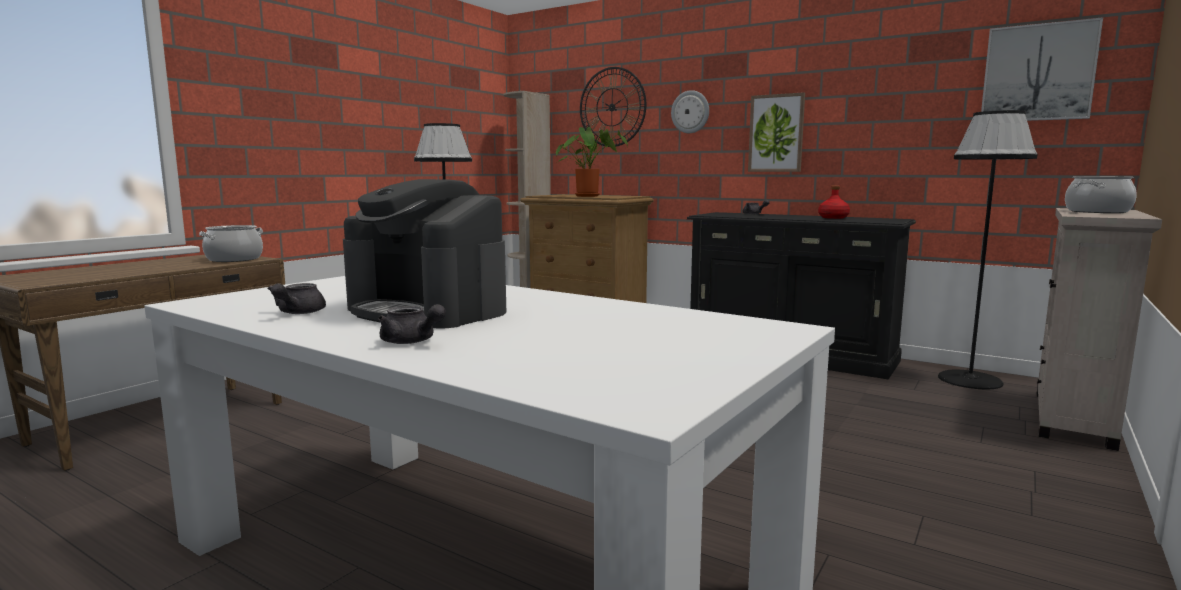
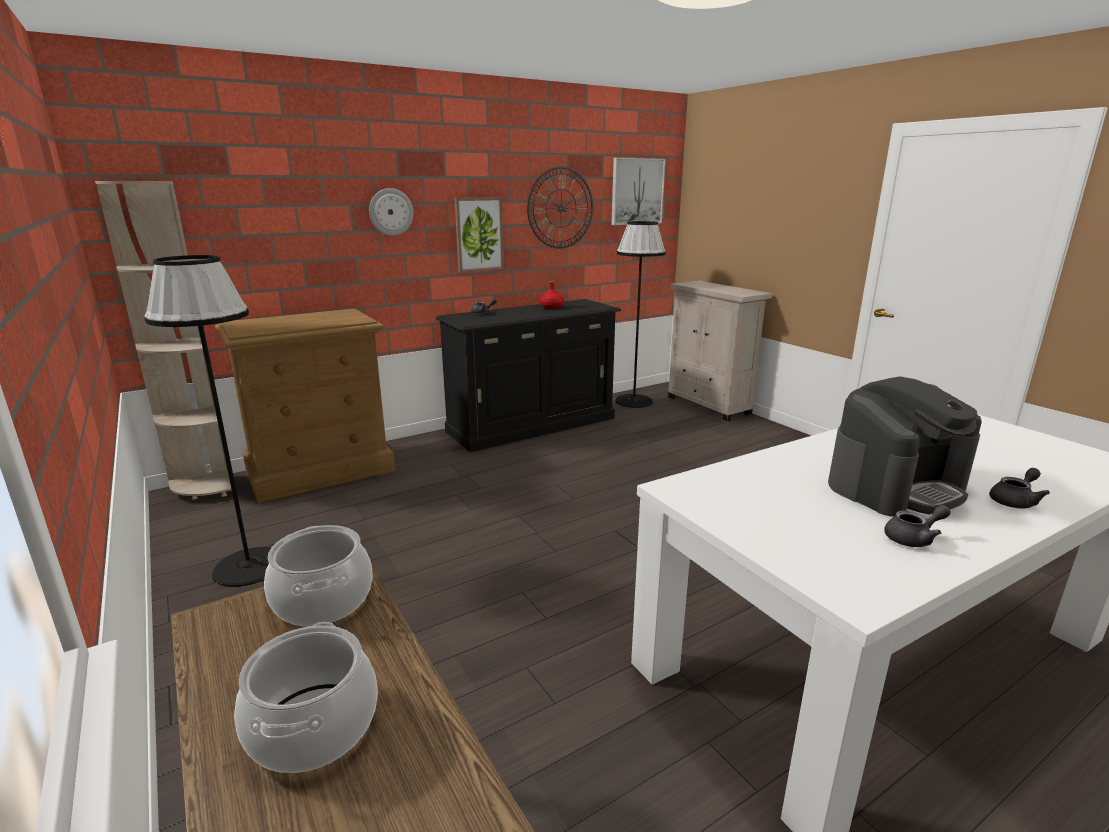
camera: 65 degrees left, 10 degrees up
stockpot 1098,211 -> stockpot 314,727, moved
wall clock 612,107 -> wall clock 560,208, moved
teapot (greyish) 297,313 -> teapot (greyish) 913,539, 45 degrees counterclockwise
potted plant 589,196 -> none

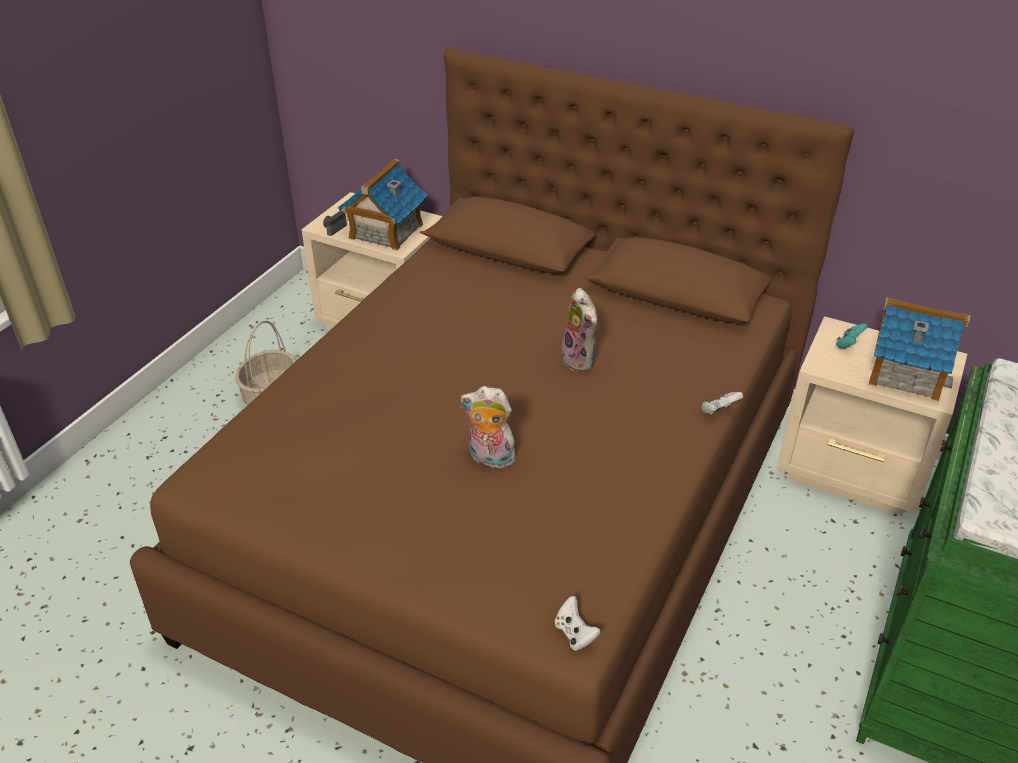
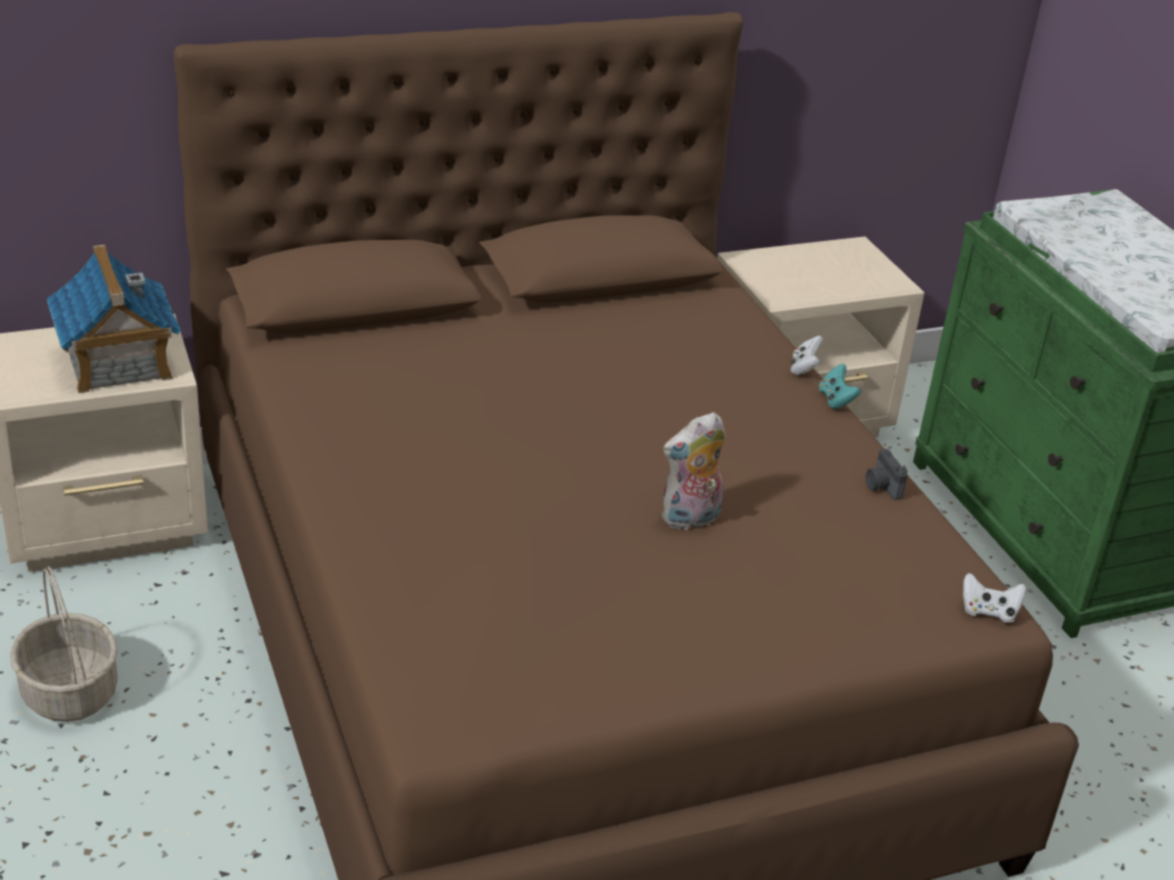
camera: 50 degrees left, 5 degrees down
game controller (turquoise) 848,344 -> game controller (turquoise) 836,400, moved
still camera 334,228 -> still camera 881,486, moved
soft toy 581,360 -> none
model house 906,372 -> none

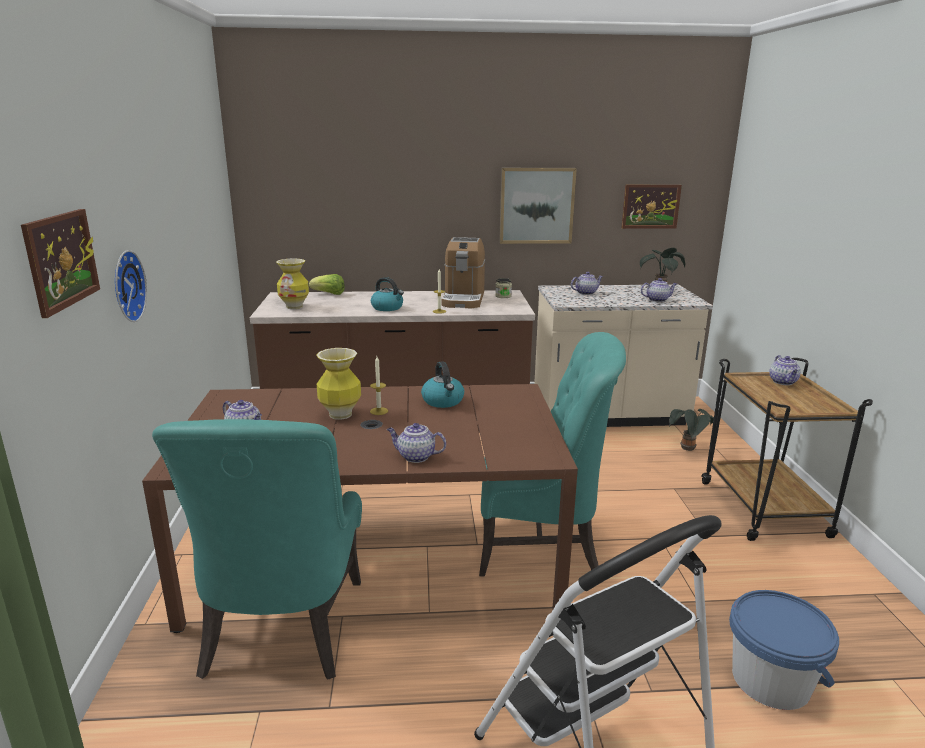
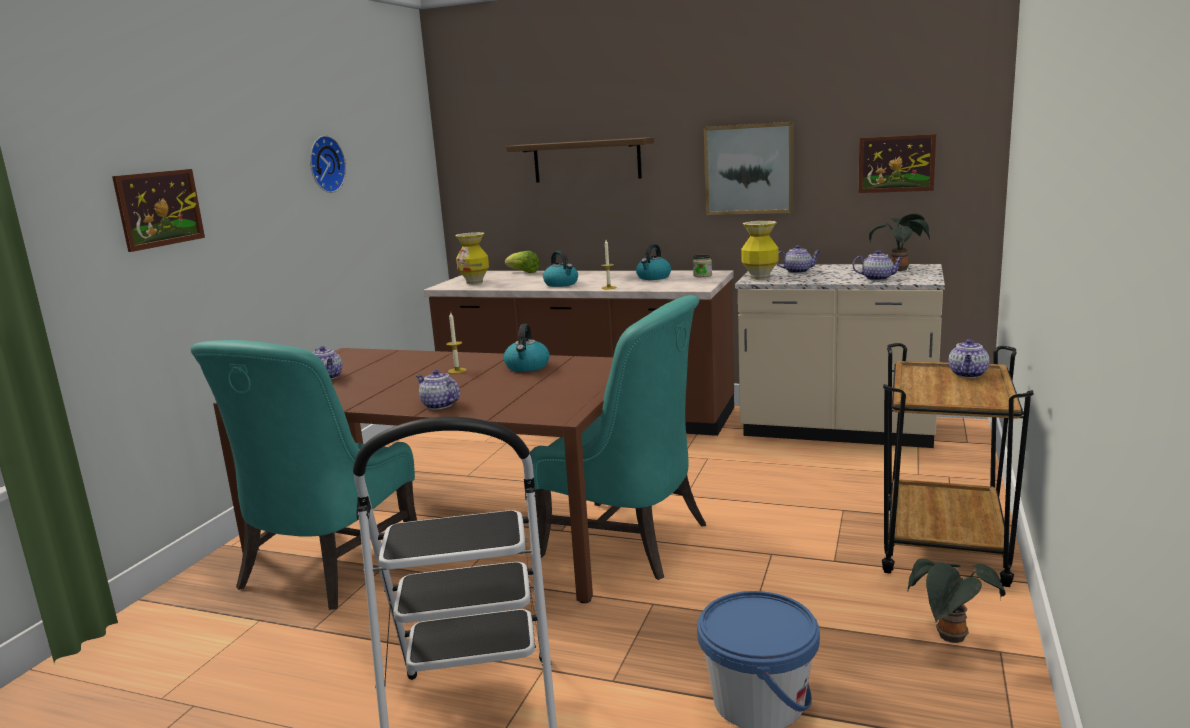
camera: 25 degrees right, 5 degrees down
wall clock 125,286 -> wall clock 324,164, moved
none -> wall shelf 586,160
coffee maker 463,299 -> tea kettle 653,277
decorative vase 340,415 -> decorative vase 759,277, moved
potted plant 688,449 -> potted plant 951,639, moved

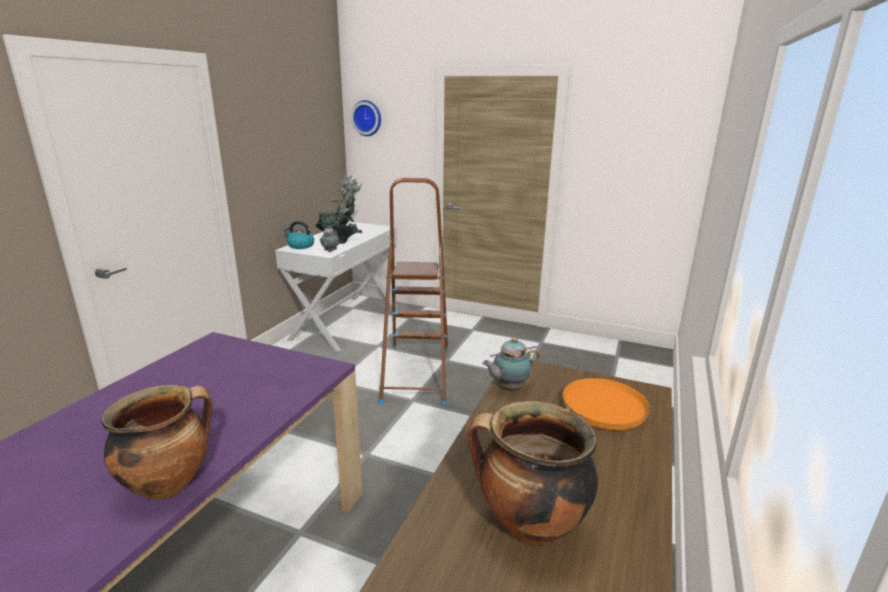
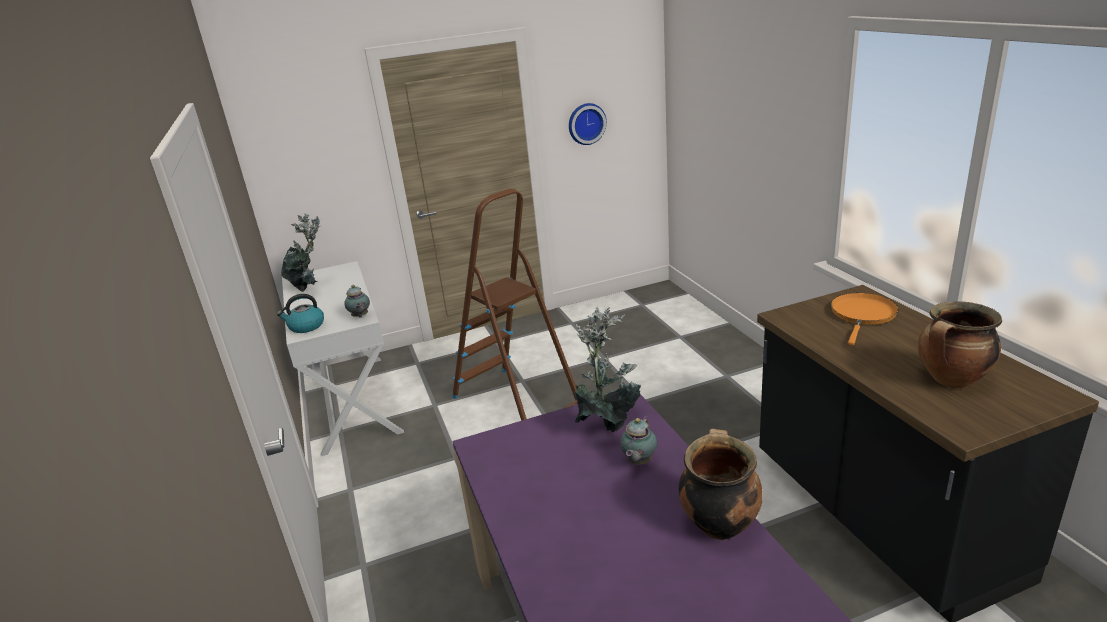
camera: 40 degrees left, 5 degrees up
wall clock 367,118 -> wall clock 586,123, moved
potted plant 341,241 -> potted plant 608,424, moved
teapot 509,387 -> teapot 638,462, moved

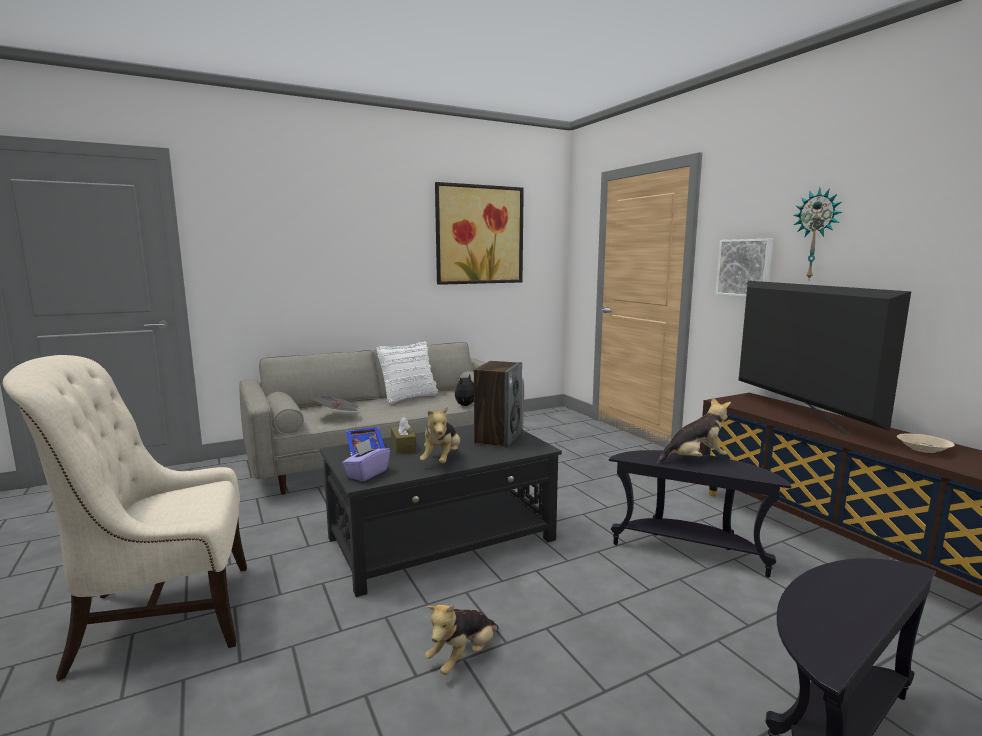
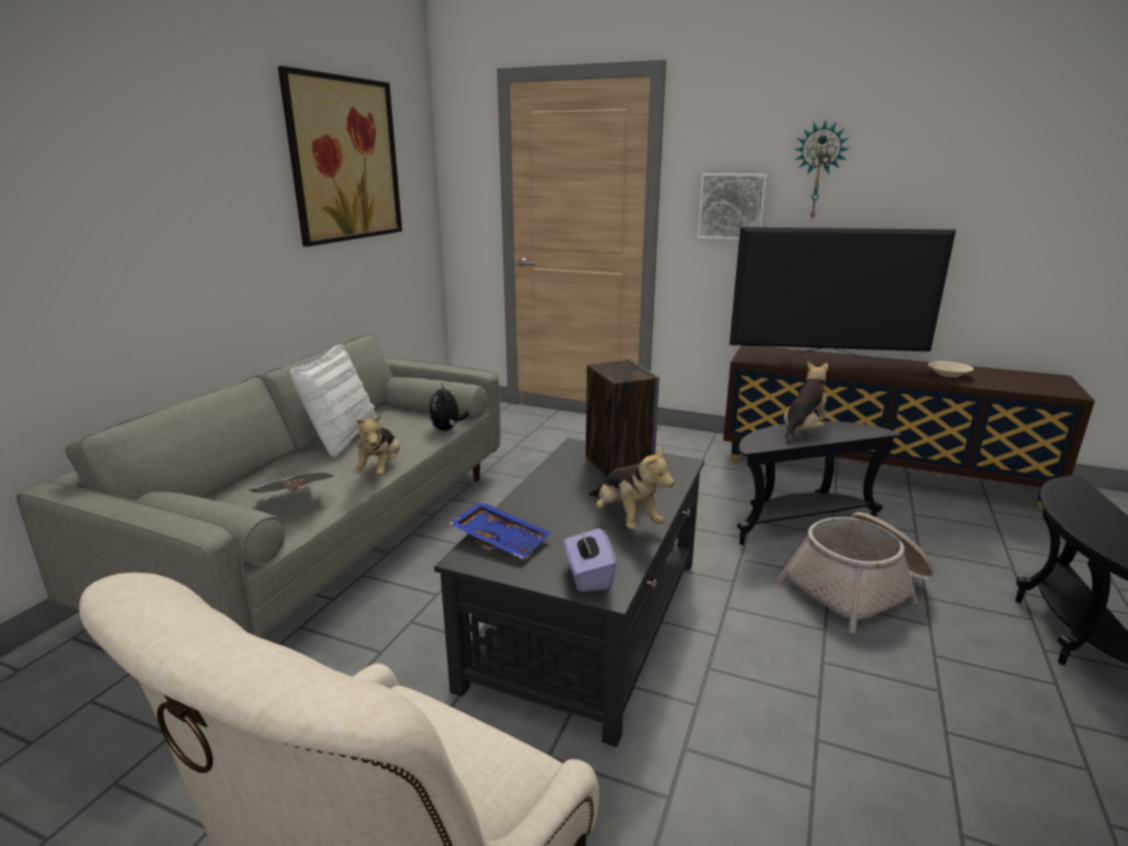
camera: 40 degrees left, 10 degrees up
soft toy 463,657 -> soft toy 380,470, moved
television 798,416 -> television 825,362, 150 degrees clockwise
none -> household basket 857,588
tissue holder (brown-coloured) 403,446 -> none

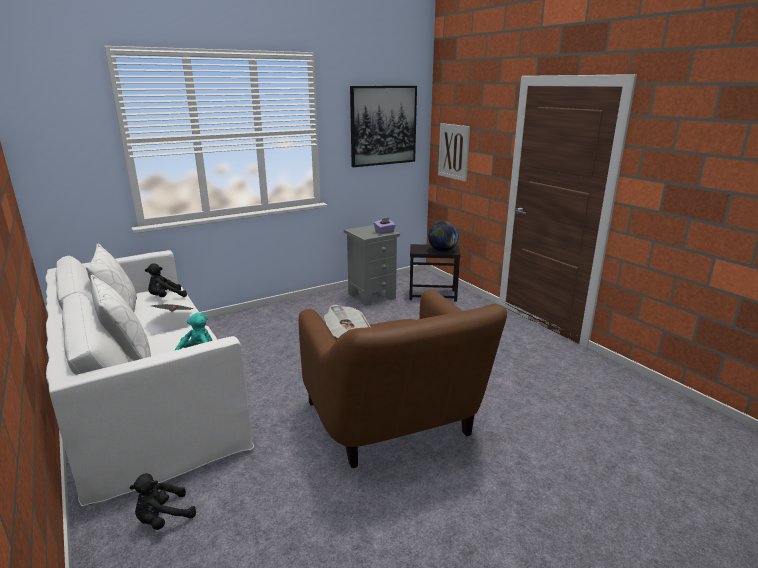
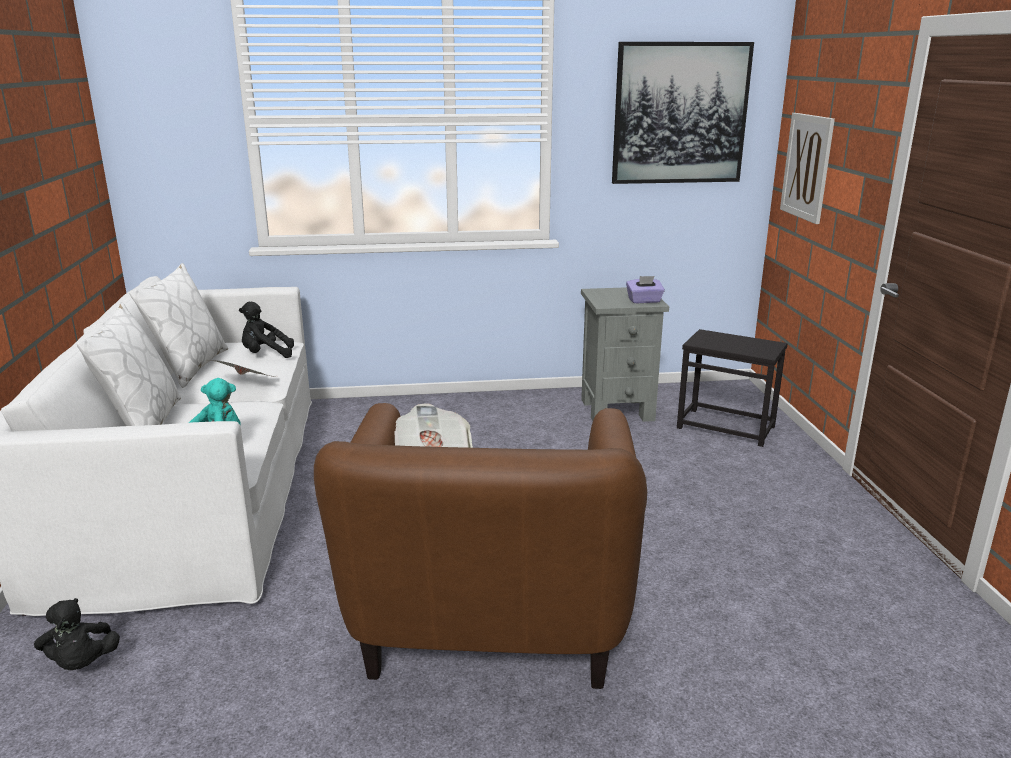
camera: 25 degrees right, 0 degrees up
soft toy (black) 163,518 -> soft toy (black) 82,664, 105 degrees counterclockwise
globe 442,250 -> none

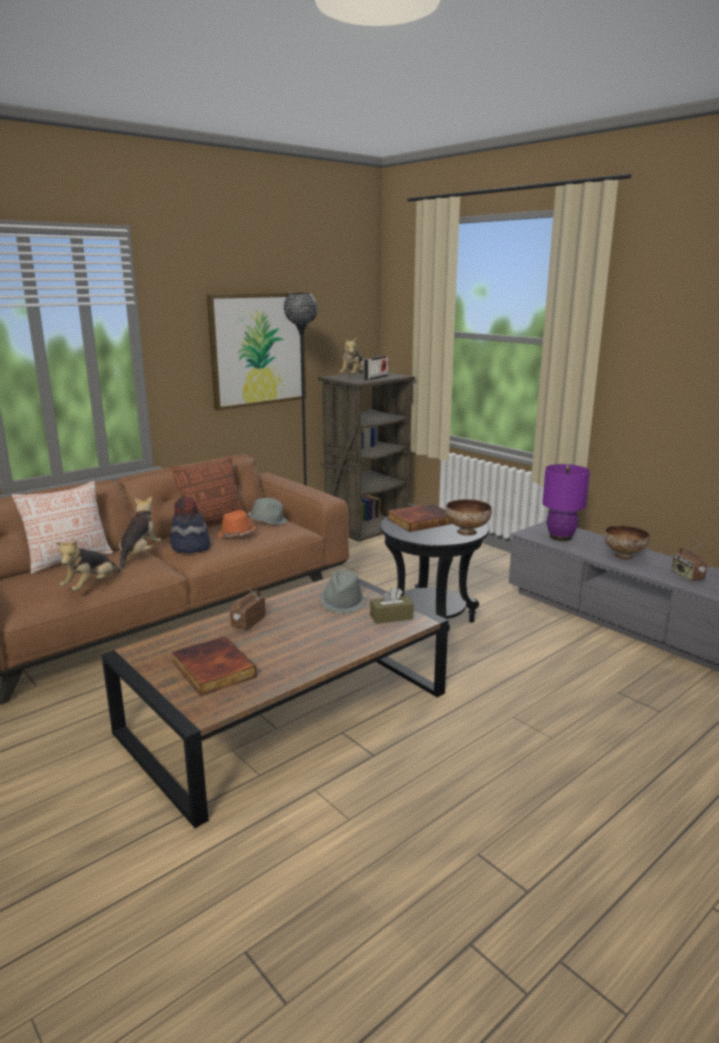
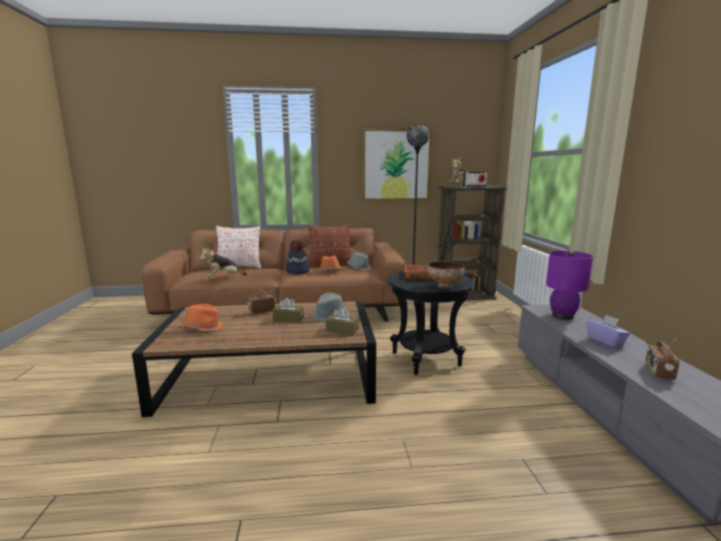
camera: 35 degrees right, 5 degrees down
book 212,669 -> clothing hat (orange) 203,327
none -> tissue holder (brown-coloured) 288,319
bowl 623,556 -> tissue holder (purple) 606,341
soft toy 140,554 -> none

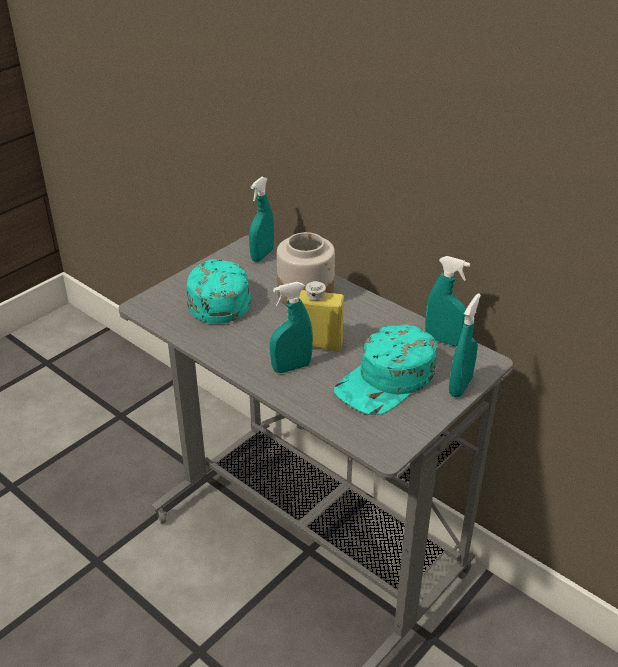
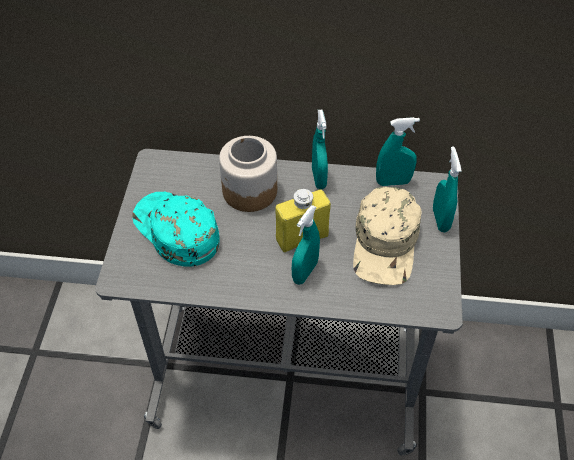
camera: 35 degrees left, 15 degrees up
sprayer (turquoise) 262,255 -> sprayer (turquoise) 318,178, moved
cap (turquoise) 387,380 -> cap (sand-coloured) 386,243

